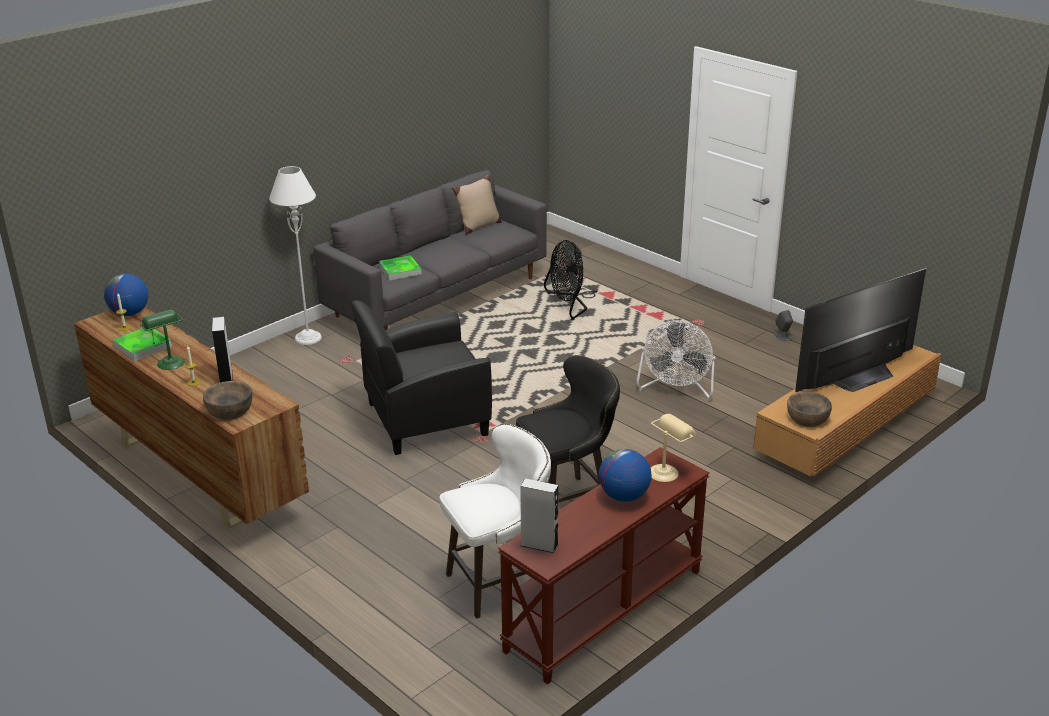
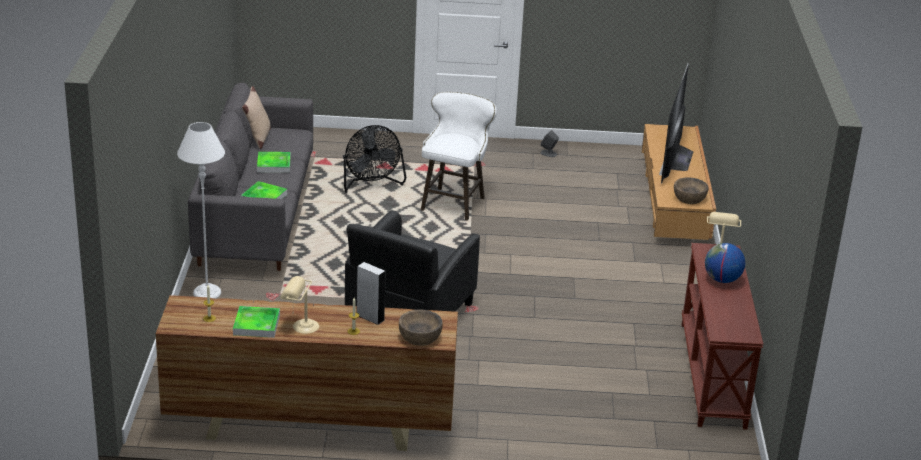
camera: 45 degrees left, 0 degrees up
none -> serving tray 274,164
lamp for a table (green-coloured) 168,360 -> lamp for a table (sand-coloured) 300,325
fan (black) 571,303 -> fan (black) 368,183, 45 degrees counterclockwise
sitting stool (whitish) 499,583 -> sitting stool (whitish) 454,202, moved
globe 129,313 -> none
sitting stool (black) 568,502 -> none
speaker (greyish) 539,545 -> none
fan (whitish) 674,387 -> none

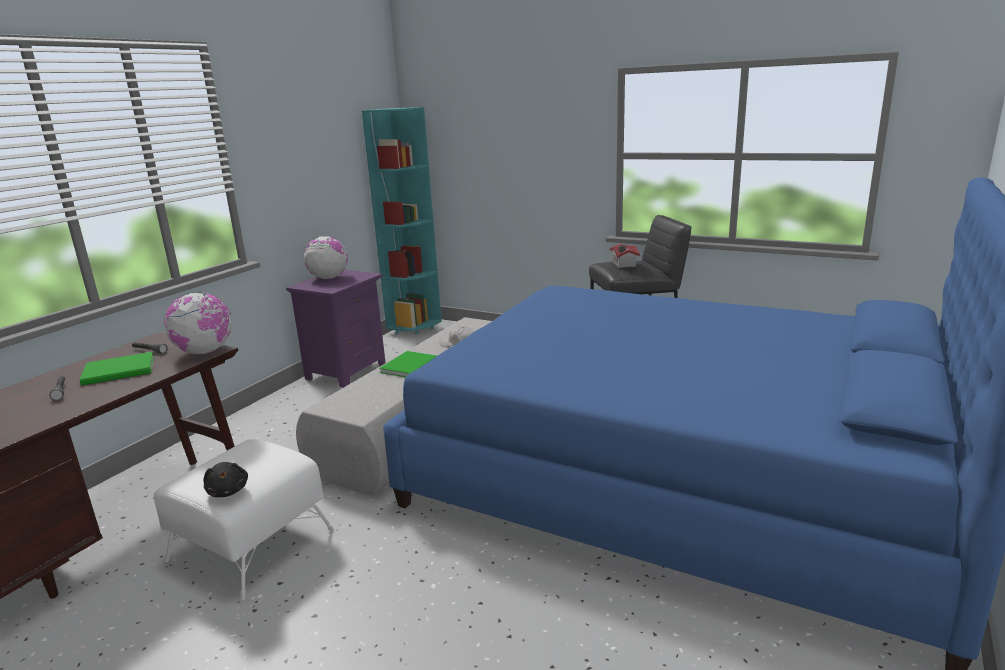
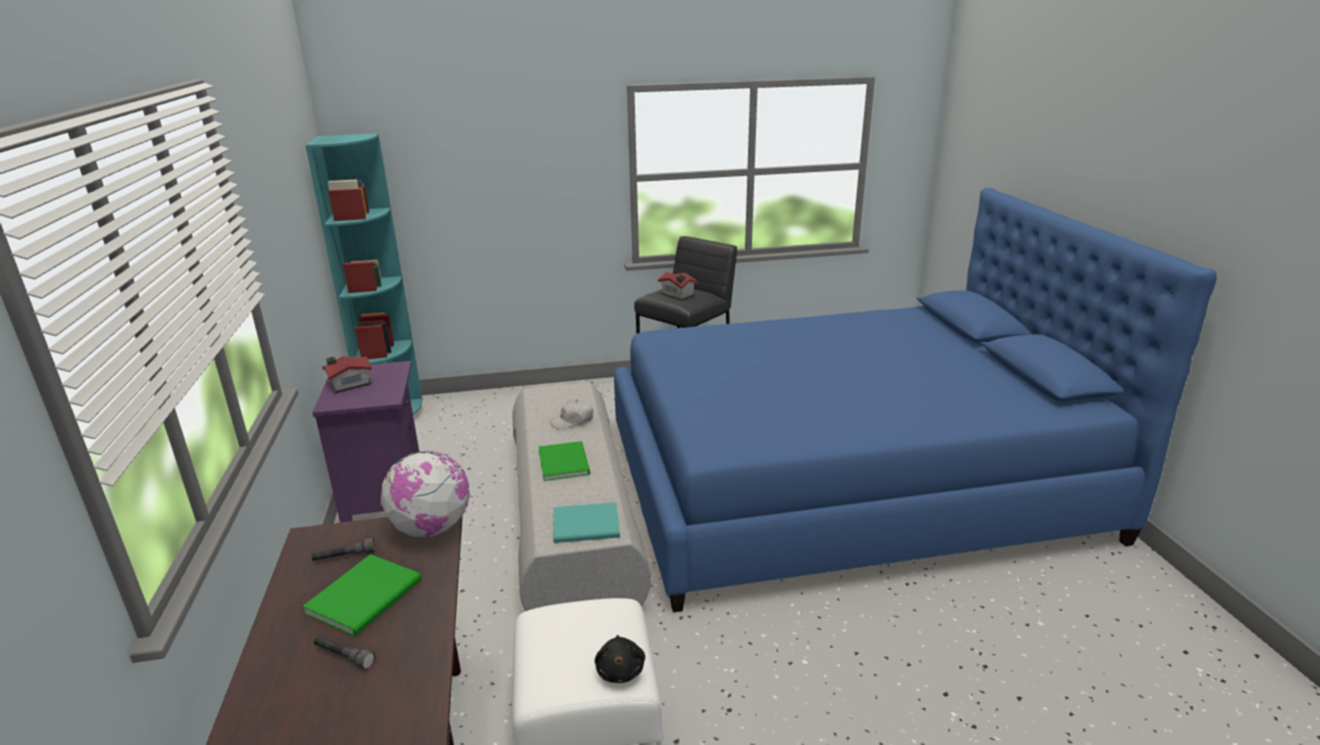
camera: 40 degrees left, 5 degrees up
globe 328,278 -> model house 348,384
none -> book (turquoise) 588,526
soft toy (black) 228,491 -> soft toy (black) 620,670, 60 degrees clockwise

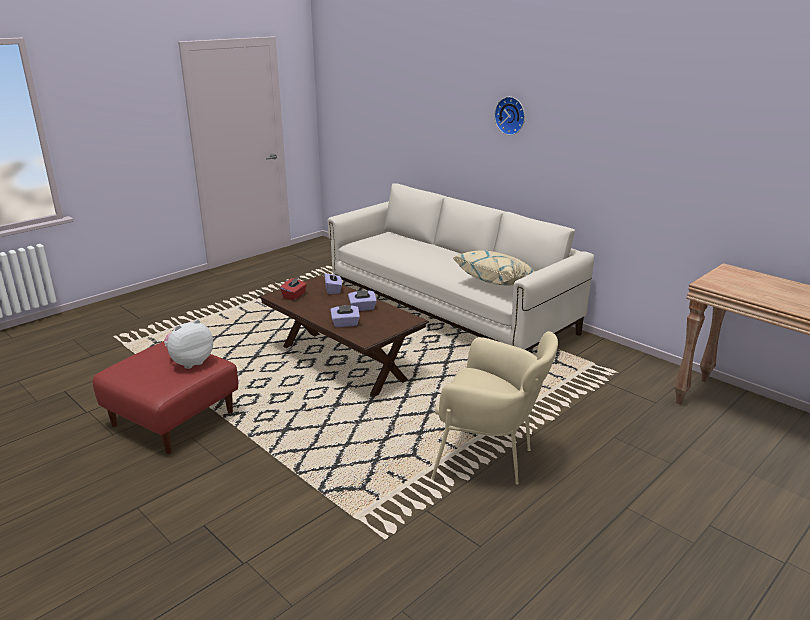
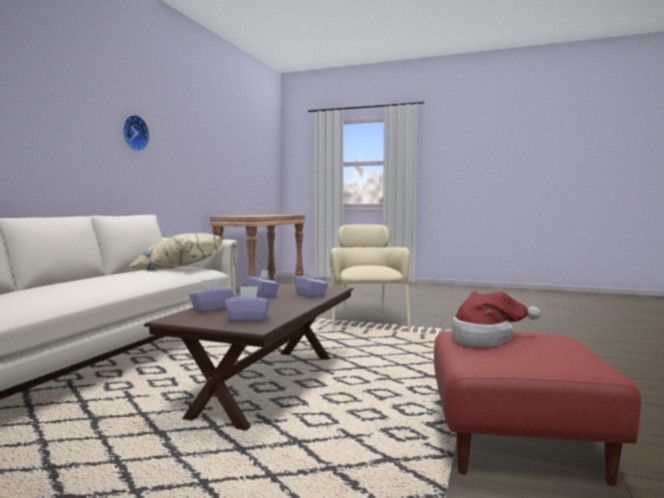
camera: 115 degrees left, 20 degrees down
wall clock 511,115 -> wall clock 134,133, moved
tissue holder (red) 294,296 -> tissue holder (purple) 248,319
soft toy 190,362 -> clothing hat 486,338

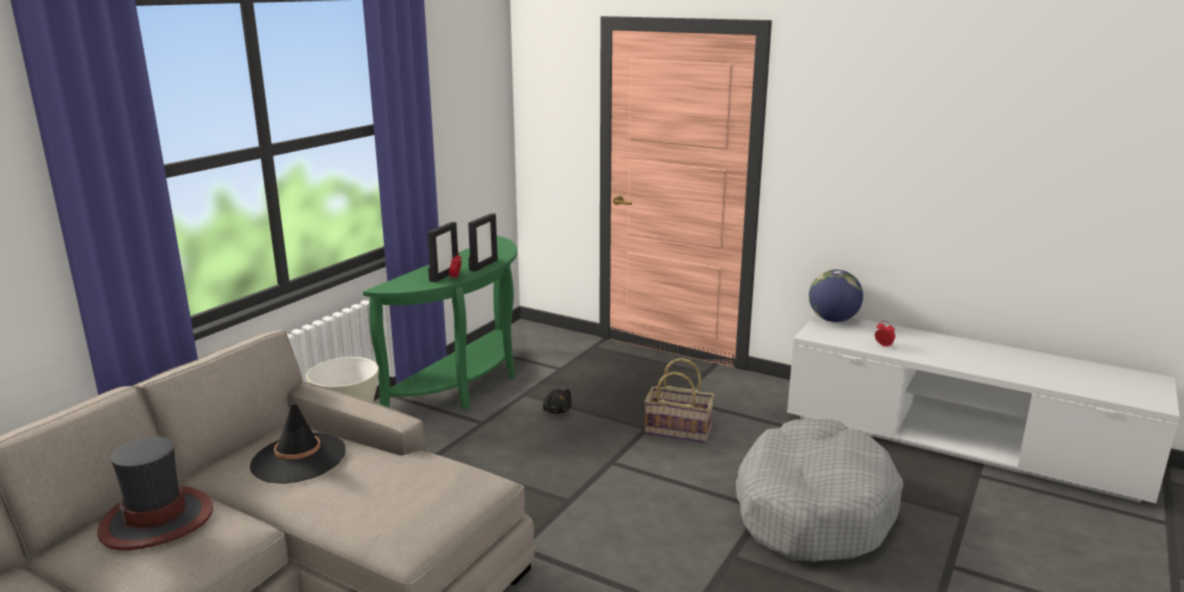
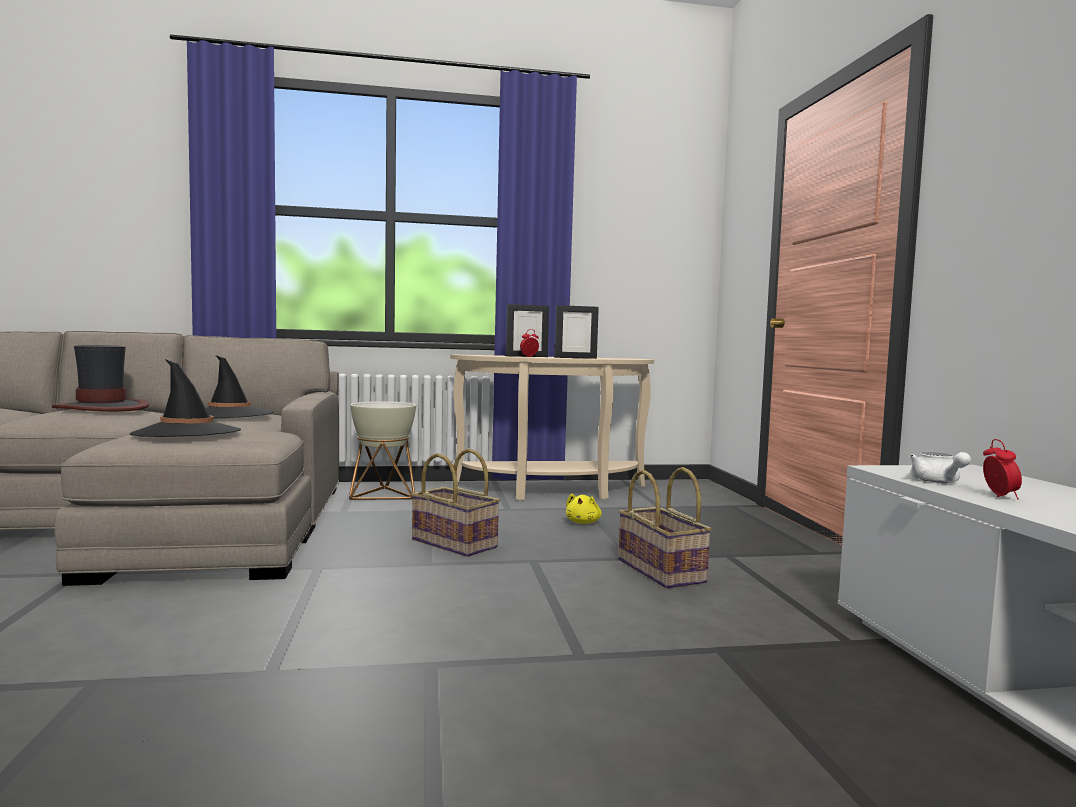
camera: 50 degrees right, 15 degrees down
none -> clothing hat (black) 187,433
none -> household basket 455,543
narrow table (green-coloured) 466,386 -> narrow table (sand-coloured) 555,492
soft toy (black) 557,410 -> soft toy (yellowish) 583,522
none -> teapot (whitish) 937,481
dog cushion (greyish) 812,509 -> none
globe 833,320 -> none

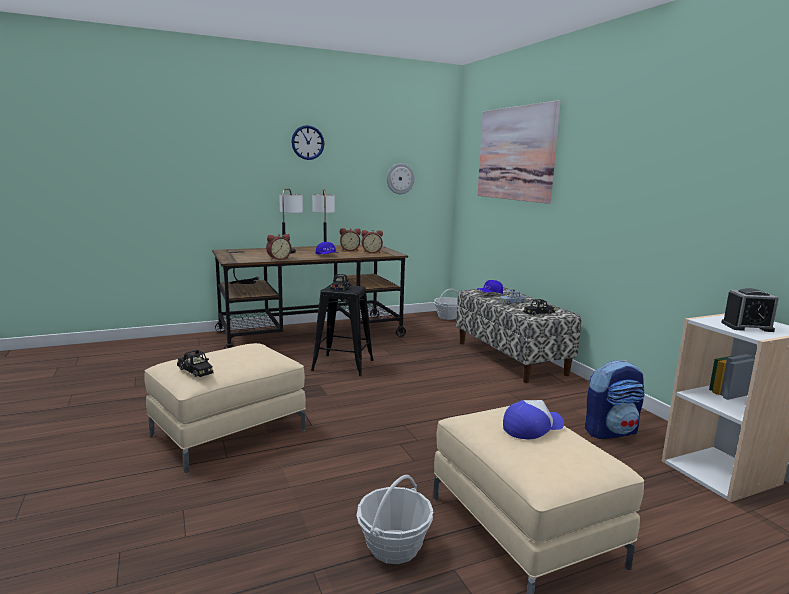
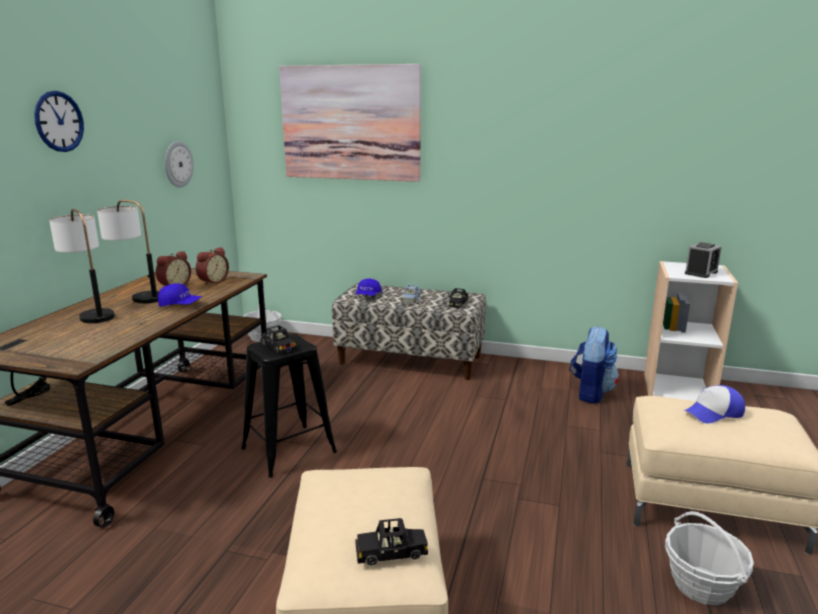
camera: 50 degrees left, 5 degrees up
cap 532,427 -> cap 713,413, 120 degrees counterclockwise
bedside clock 278,259 -> none

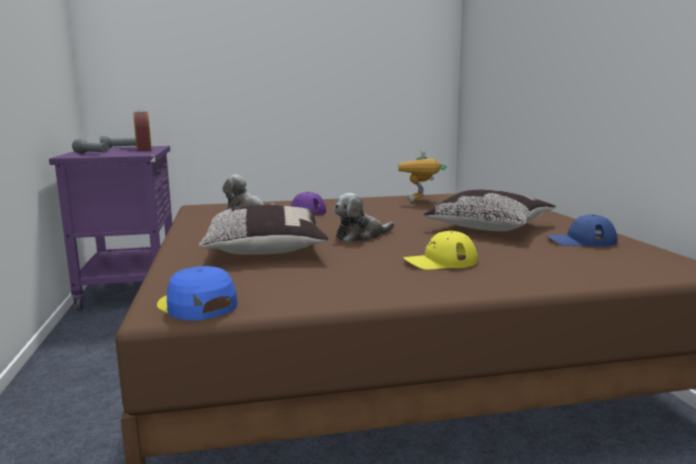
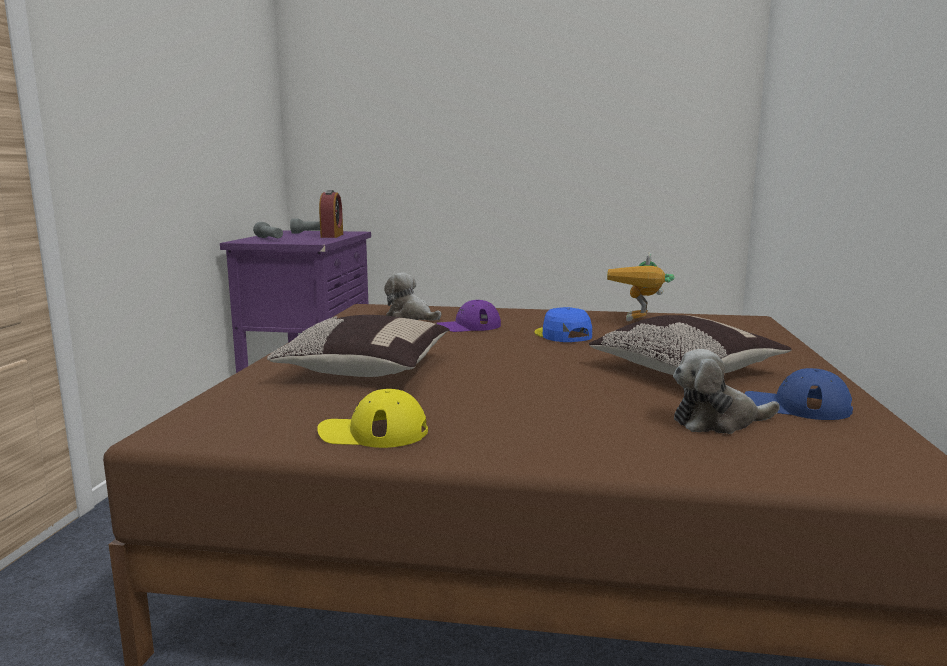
camera: 20 degrees right, 0 degrees up
cap (yellowish) 440,261 -> cap (yellowish) 373,433, moved
cap (bluish) 196,305 -> cap (bluish) 562,335, moved
soft toy 361,236 -> soft toy 717,422, moved

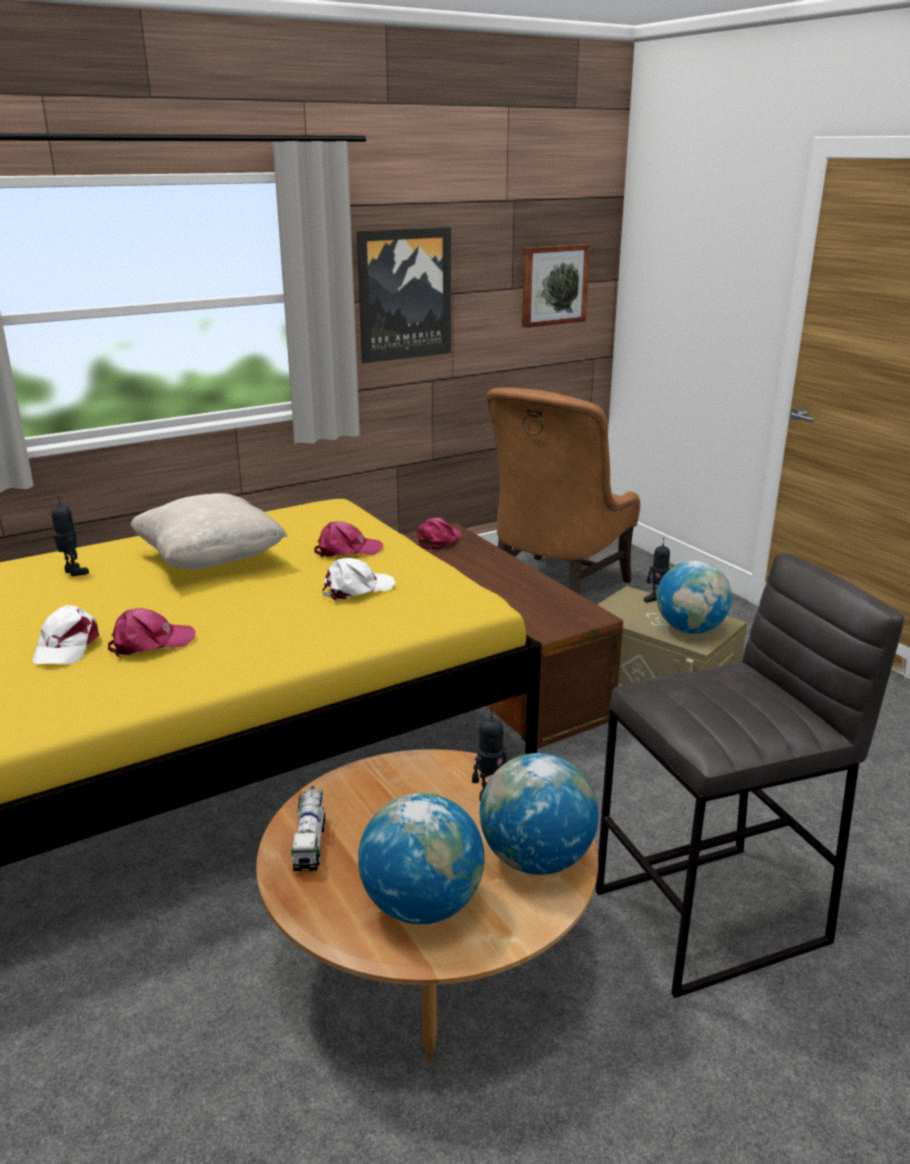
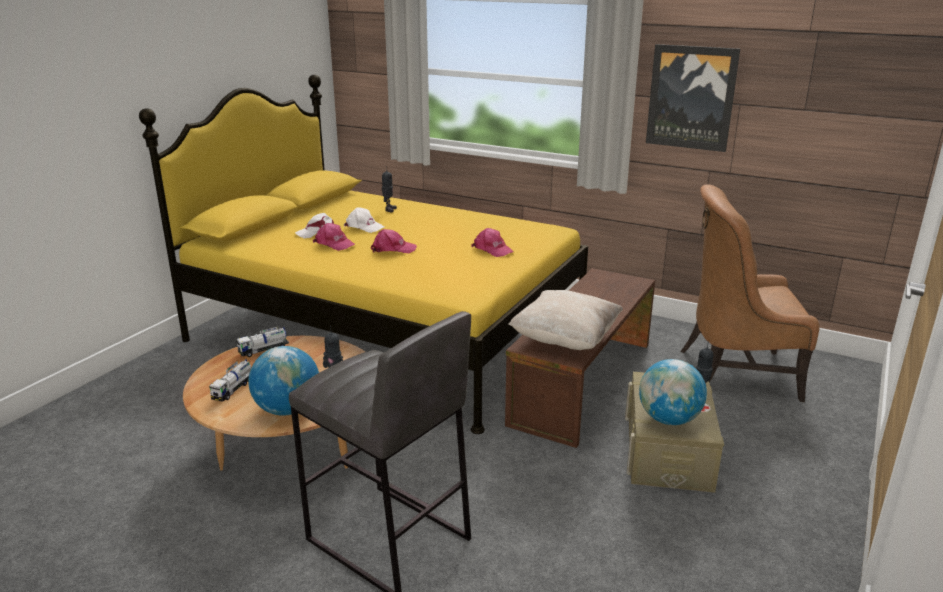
camera: 60 degrees right, 0 degrees up
globe 422,905 -> model truck 233,389
cap (whitish) 356,589 -> cap (whitish) 364,227, moved
cap (pinkish) 439,540 -> cap (pinkish) 393,249, moved
throw pillow (sand-coloured) 210,561 -> throw pillow (sand-coloured) 565,340, moved
picture 553,285 -> none

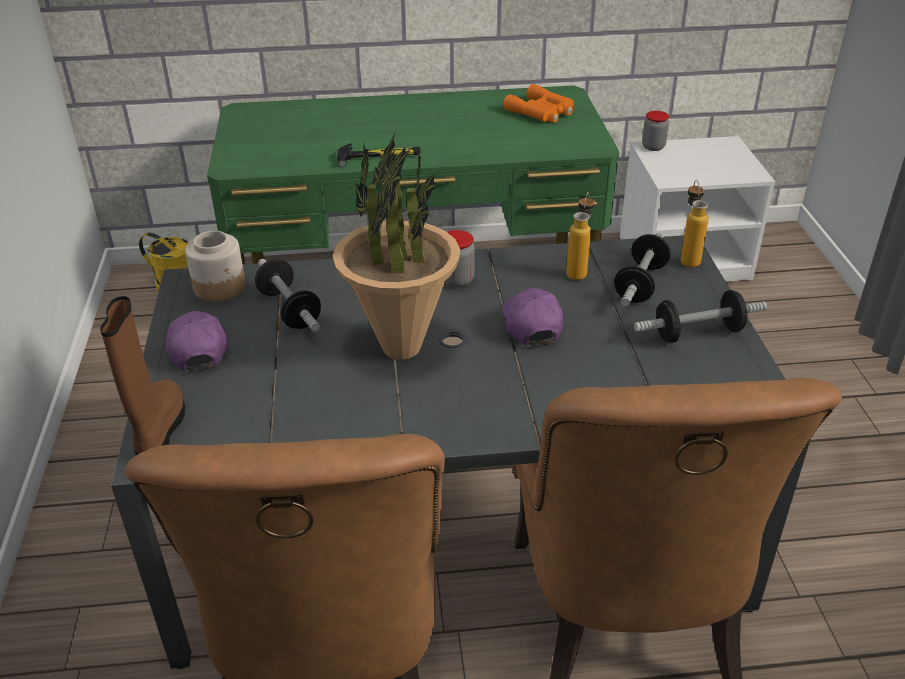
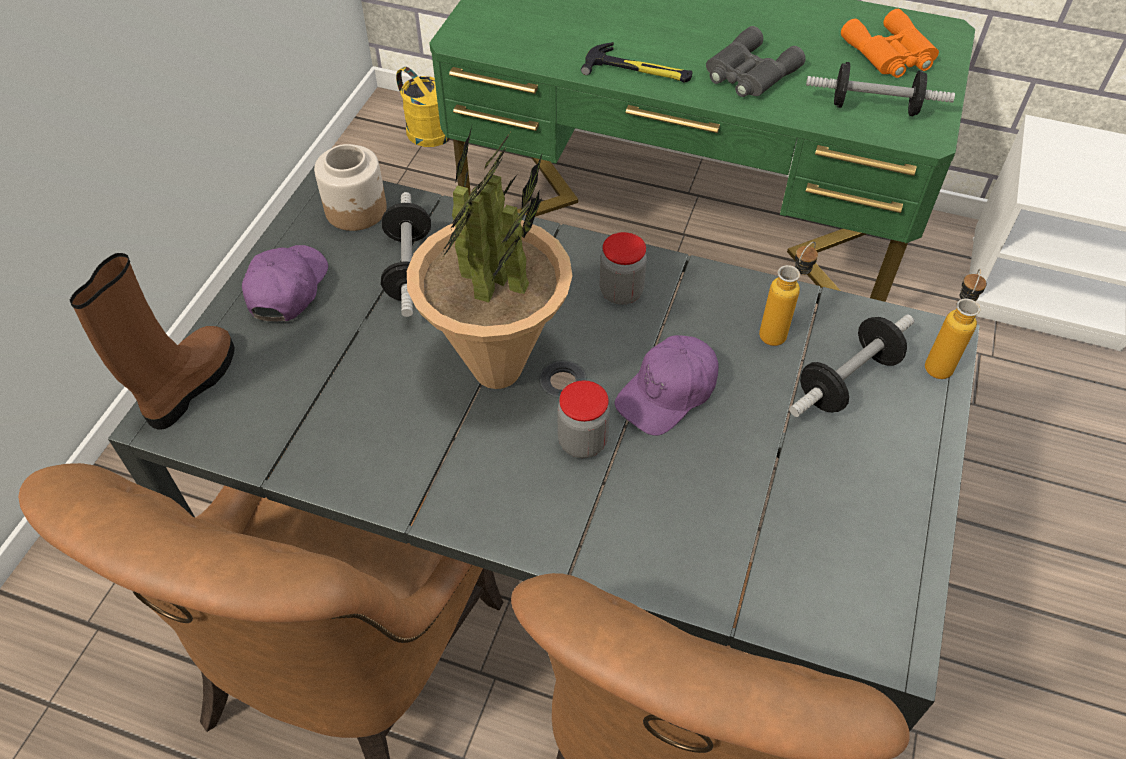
camera: 25 degrees right, 15 degrees up
jar 653,147 -> jar 582,441, moved
cap (purple) 531,324 -> cap (purple) 668,393, 150 degrees counterclockwise
none -> binoculars (greyish) 748,73
dumbbell 697,333 -> dumbbell 874,107, moved

